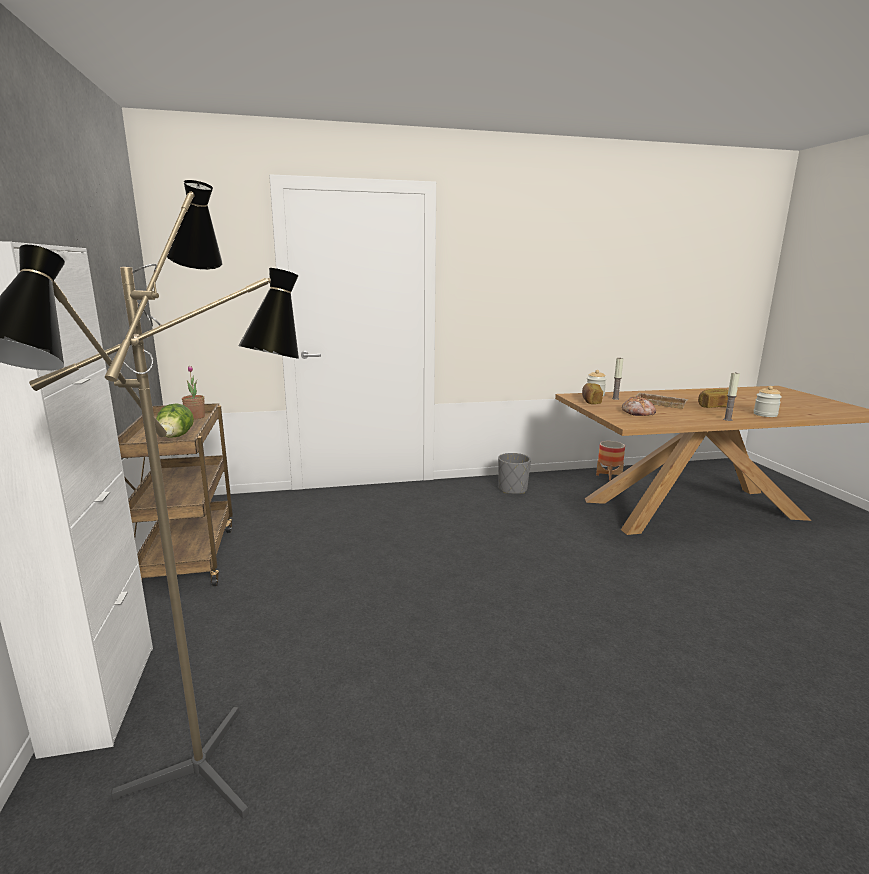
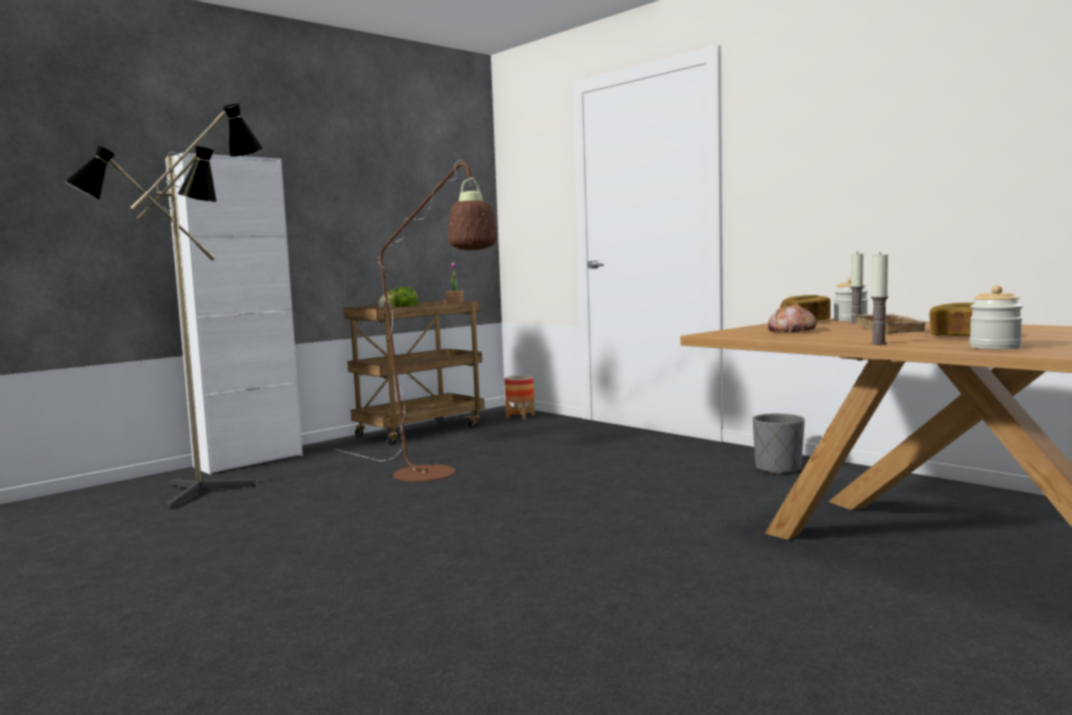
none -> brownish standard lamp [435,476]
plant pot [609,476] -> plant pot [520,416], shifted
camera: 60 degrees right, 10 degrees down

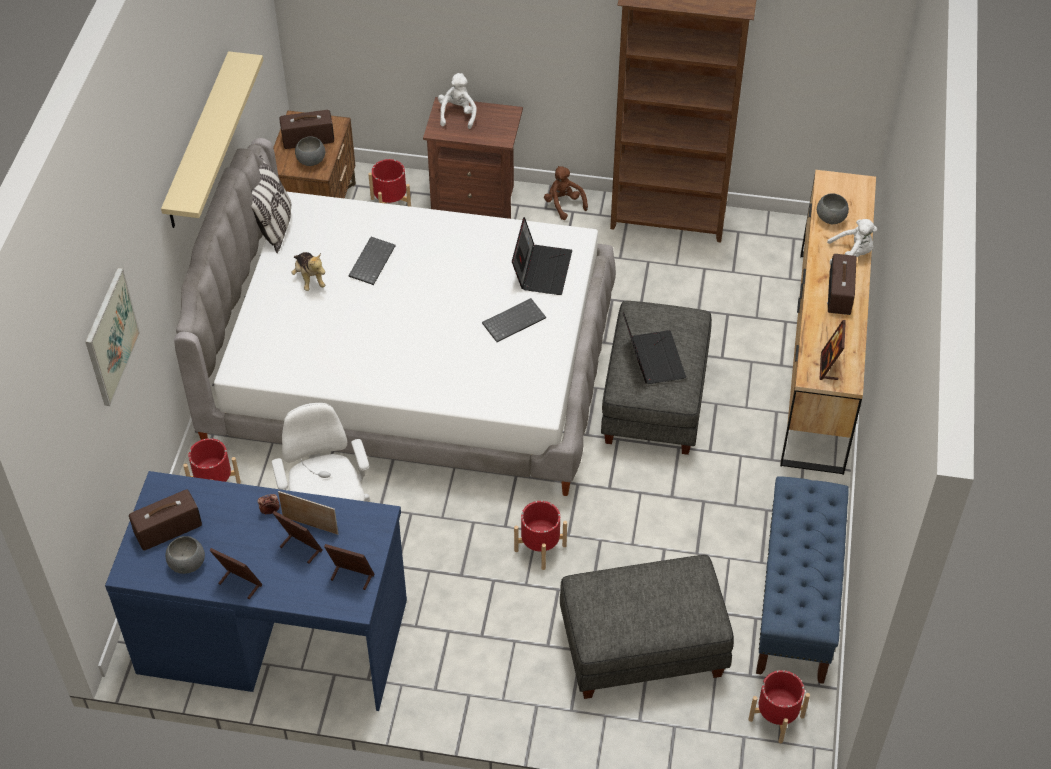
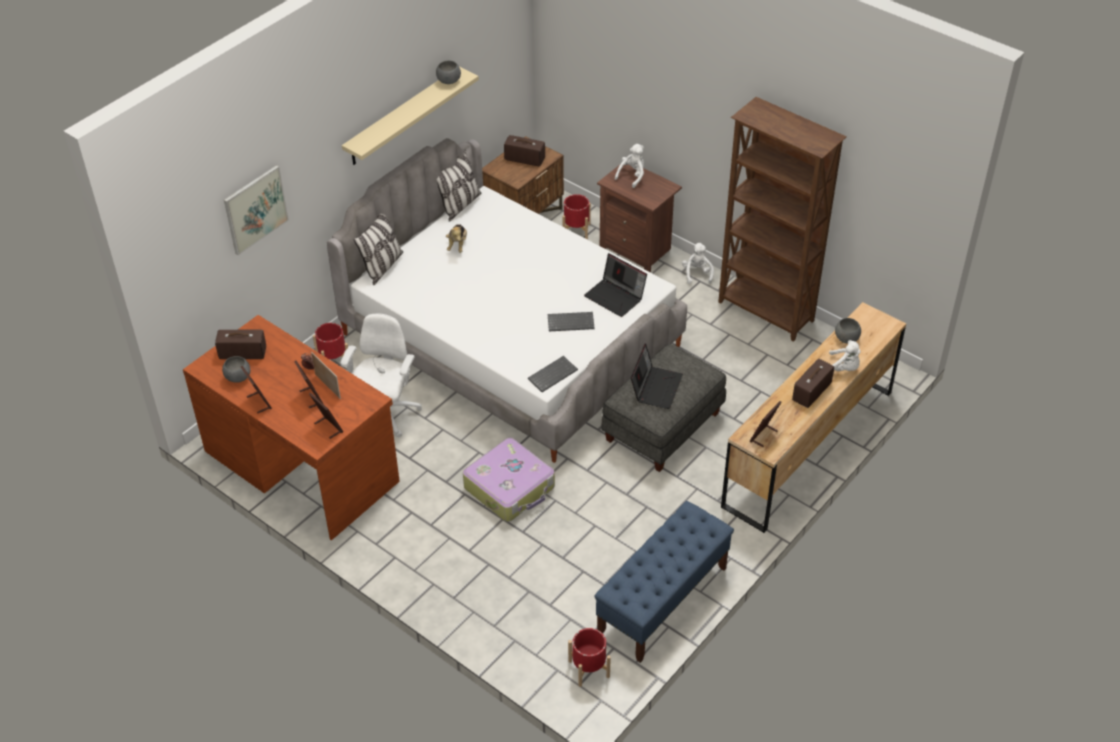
bluish desk unit [273,634] -> brownish desk unit [302,465]
none -> pillow [382,267]
greyish bowl [311,161] -> greyish bowl [448,81], shifted
red plant pot [540,548] -> travel case [510,487]
PC keyboard [371,261] -> PC keyboard [552,374], shifted
laptop [541,269] -> laptop [616,297], 90 degrees clockwise
brownish cuddly toy [563,204] -> whitish cuddly toy [697,274]
greyish footrest [642,649] -> none
camera: 30 degrees right, 5 degrees down

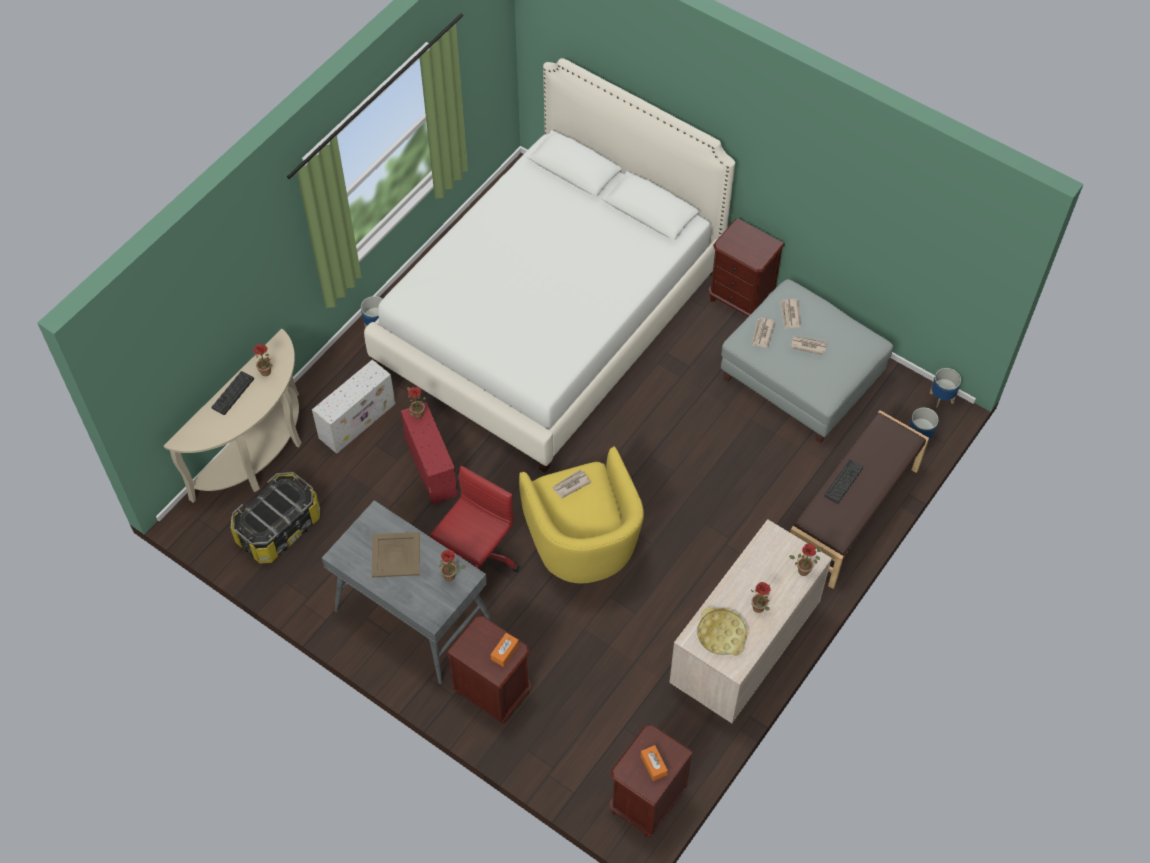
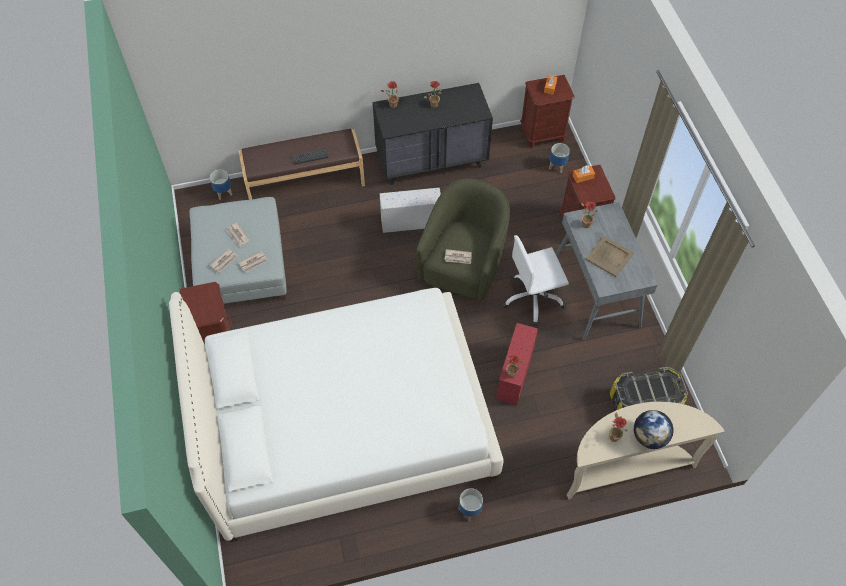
sand-coloured dresser [743,651] -> black dresser [432,161]
whitish storage box [358,420] -> whitish storage box [410,222], shifted
yellow easy chair [583,544] -> green-coloured easy chair [463,265]
red computer chair [476,560] -> whitish computer chair [533,299]
plant pot [941,398] -> plant pot [557,166], shifted
PC keyboard [233,393] -> world globe [649,437]
yellow carrying tray [721,634] -> none
camera: 140 degrees left, 0 degrees up

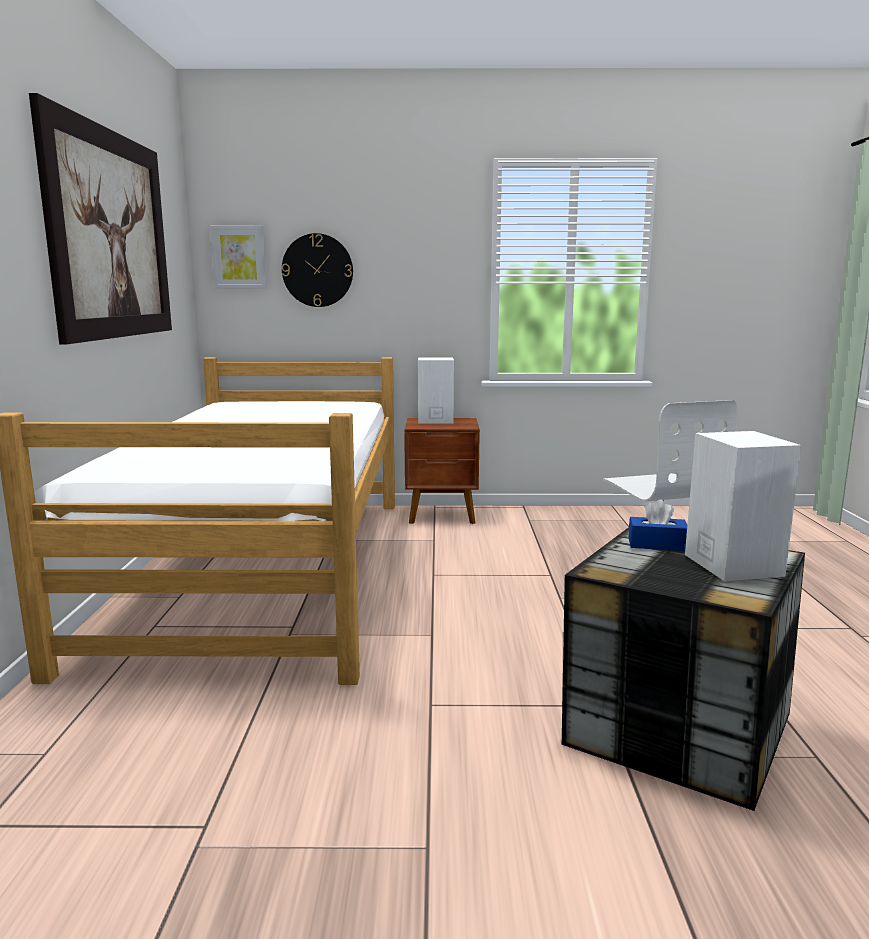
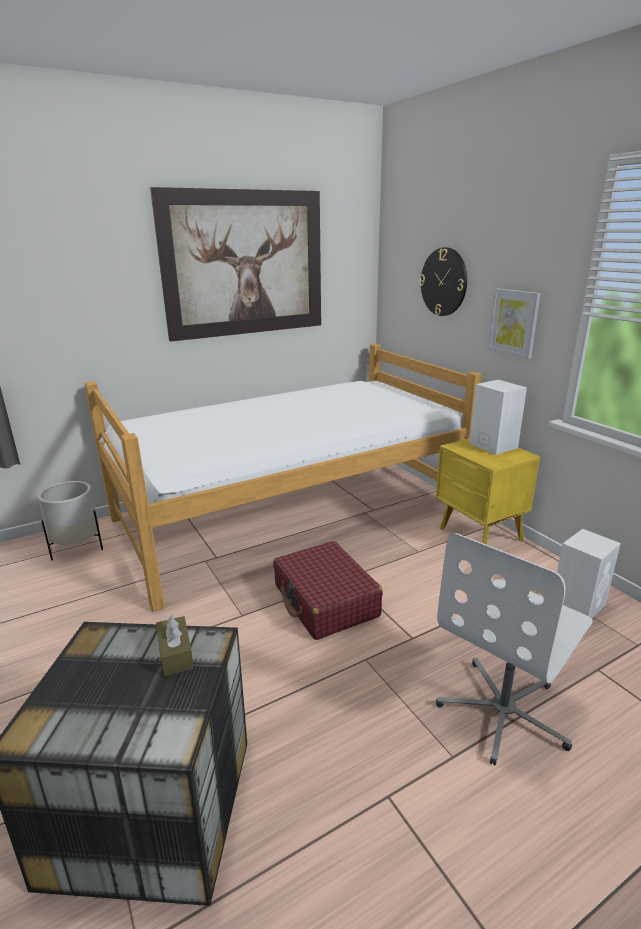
none -> whitish plant pot [77,548]
bluish tissue box [657,544] -> brownish tissue box [175,654]
none -> red travel case [325,601]
brownish bedside table [443,515] -> yellow bedside table [480,535]
wall picture [239,257] -> wall picture [514,322], shifted
whitish speaker [731,564] -> whitish speaker [578,604], shifted
camera: 60 degrees right, 10 degrees up

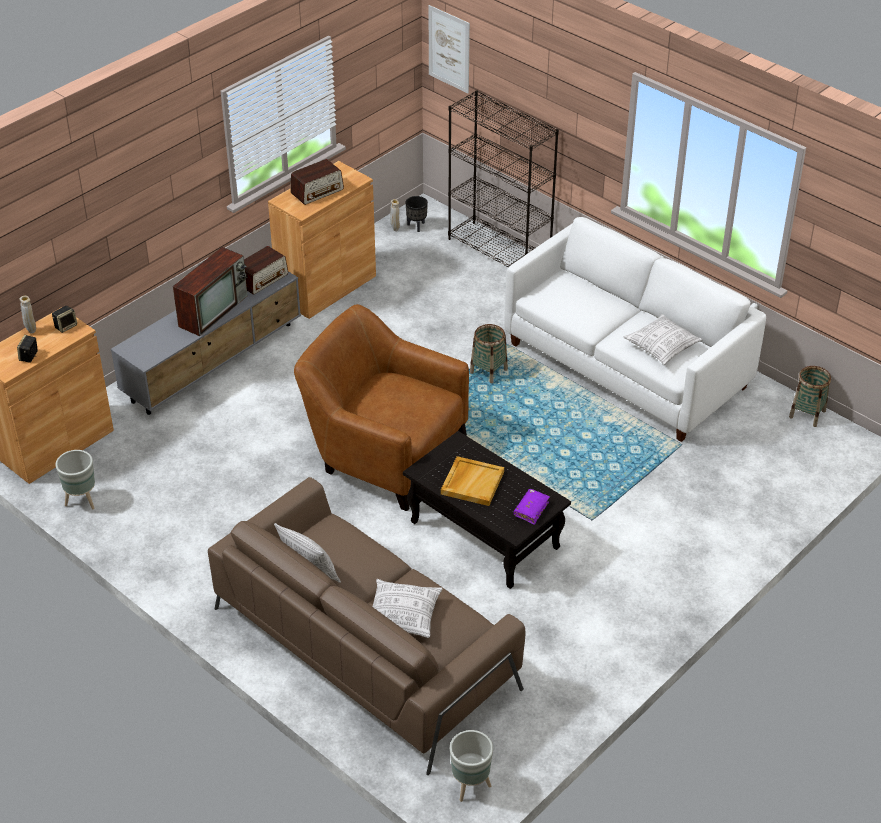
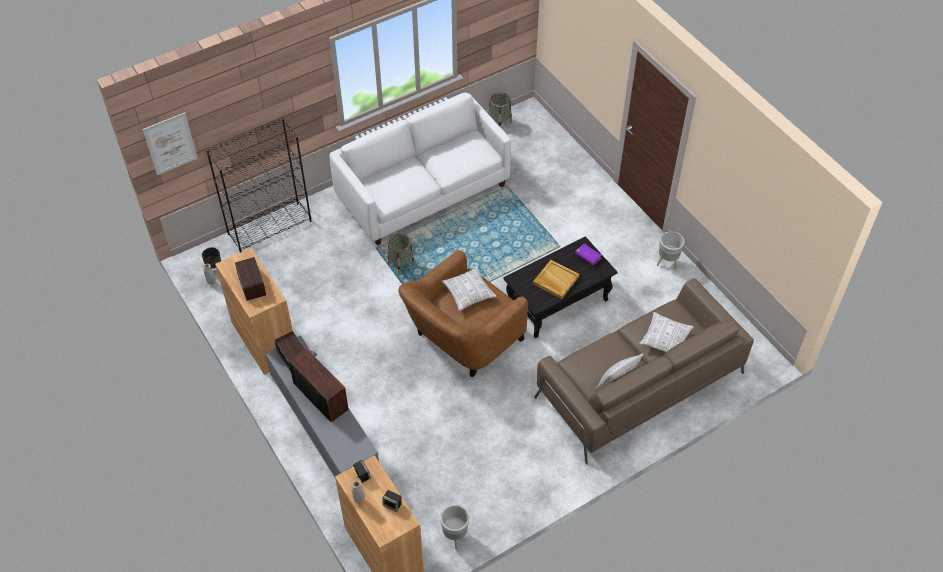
pillow [662,346] -> pillow [468,293], shifted
greyish plant pot [469,786] -> greyish plant pot [667,263], shifted
camera: 75 degrees left, 10 degrees up

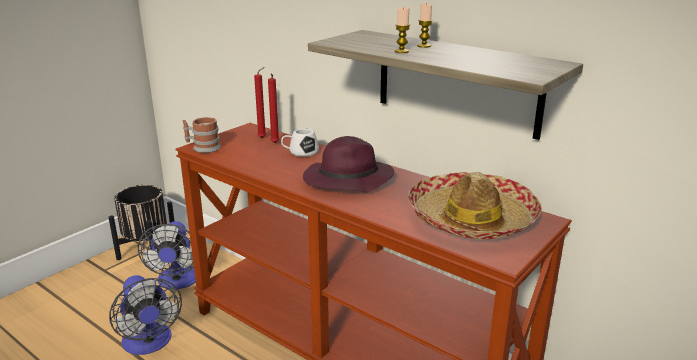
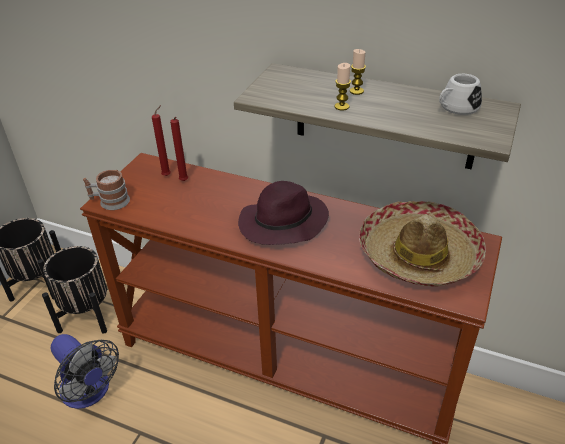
cooling fan [177,282] -> black plant pot [88,314]
whitish tea mug [300,152] -> whitish tea mug [455,108], shifted
camera: 15 degrees left, 15 degrees up

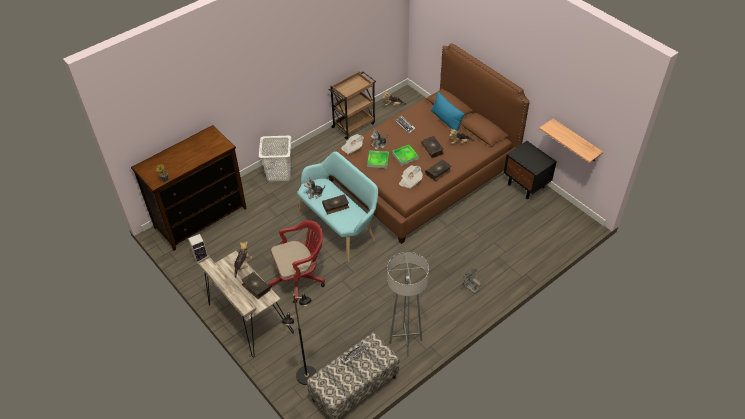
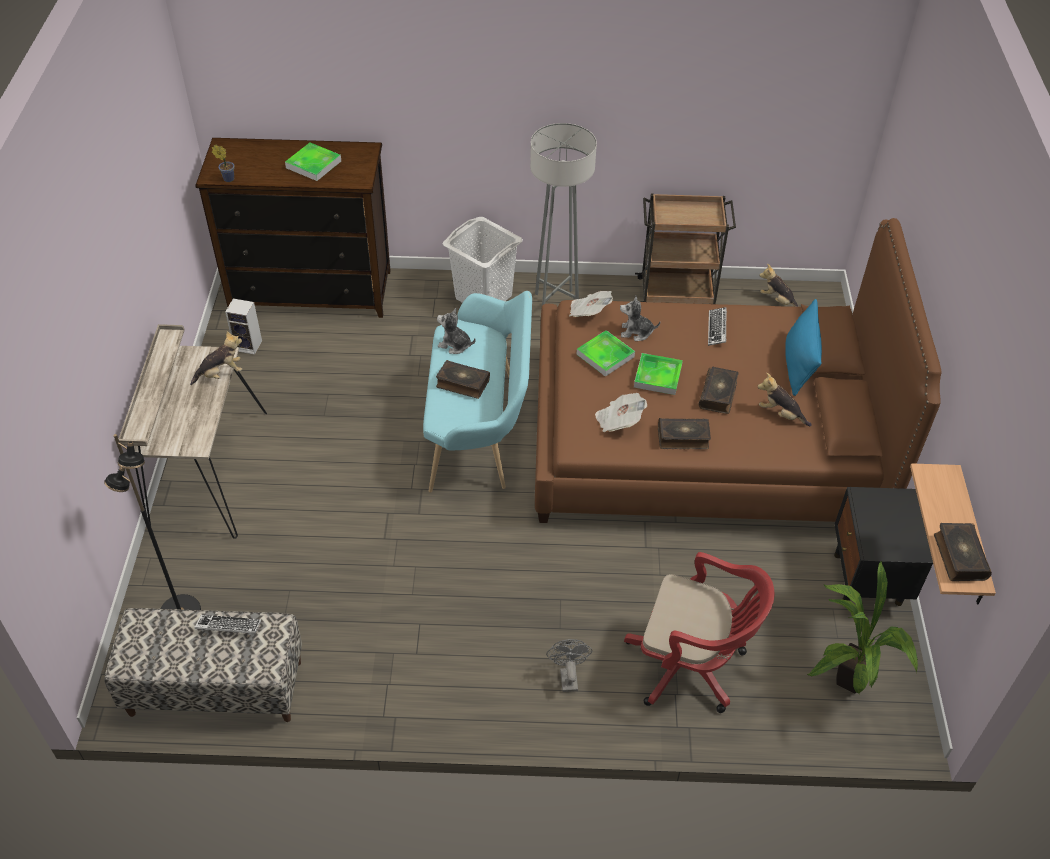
none -> carrying tray [313,164]
greyish standard lamp [405,342] -> greyish standard lamp [556,304], shifted
red computer chair [300,278] -> red computer chair [691,666], shifted
none -> houseplant [846,686]
bound book [256,287] -> bound book [959,557], shifted
camera: 40 degrees right, 0 degrees up

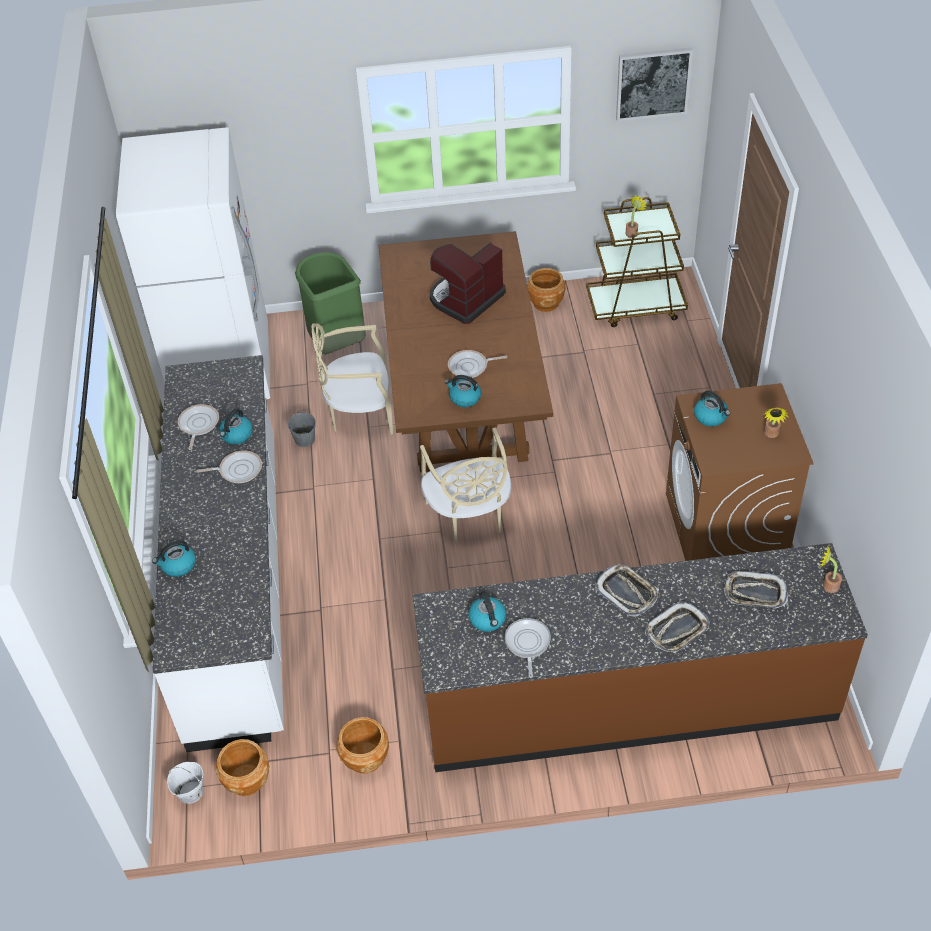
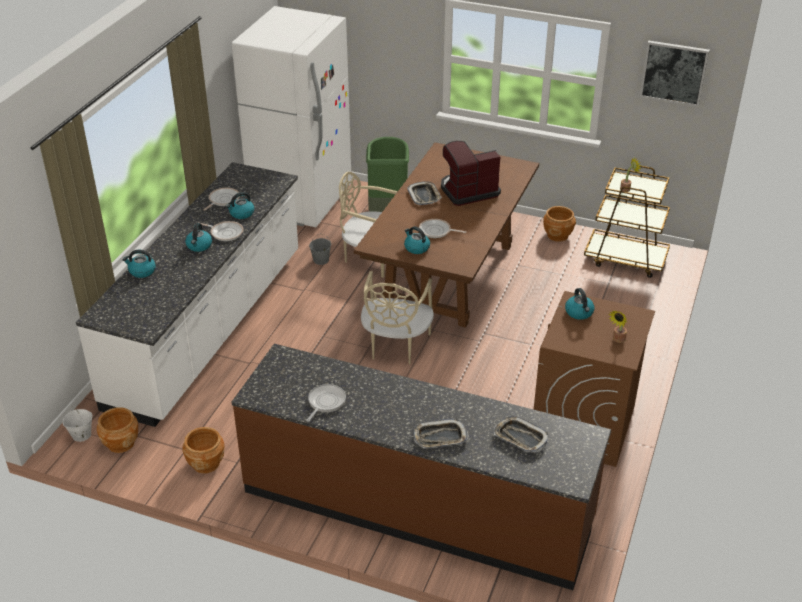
tea kettle [488,619] -> tea kettle [199,246], shifted
carrying tray [627,592] -> carrying tray [424,196], shifted
houseplant [827,585] -> none
camera: 25 degrees right, 10 degrees down

